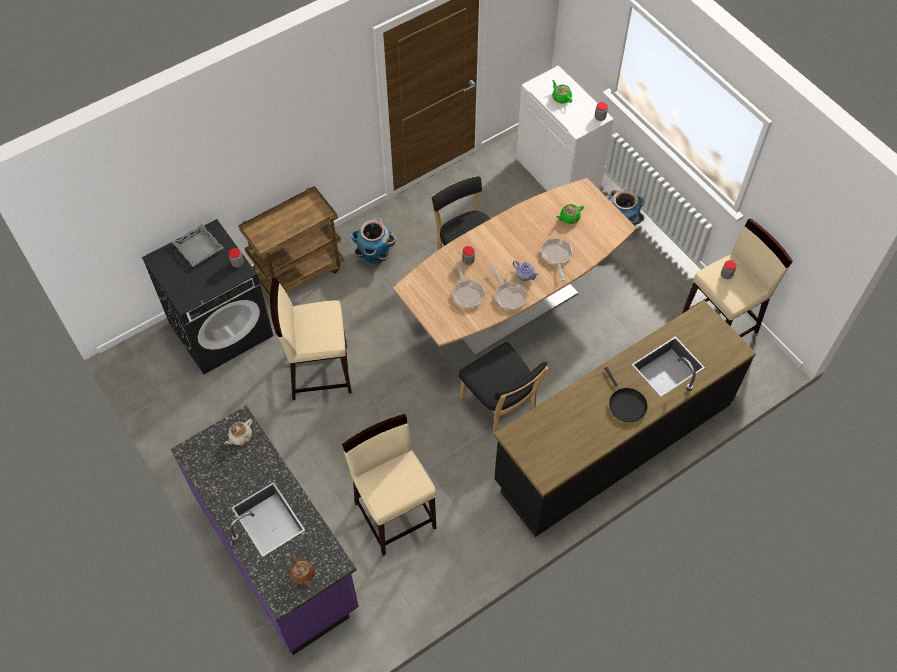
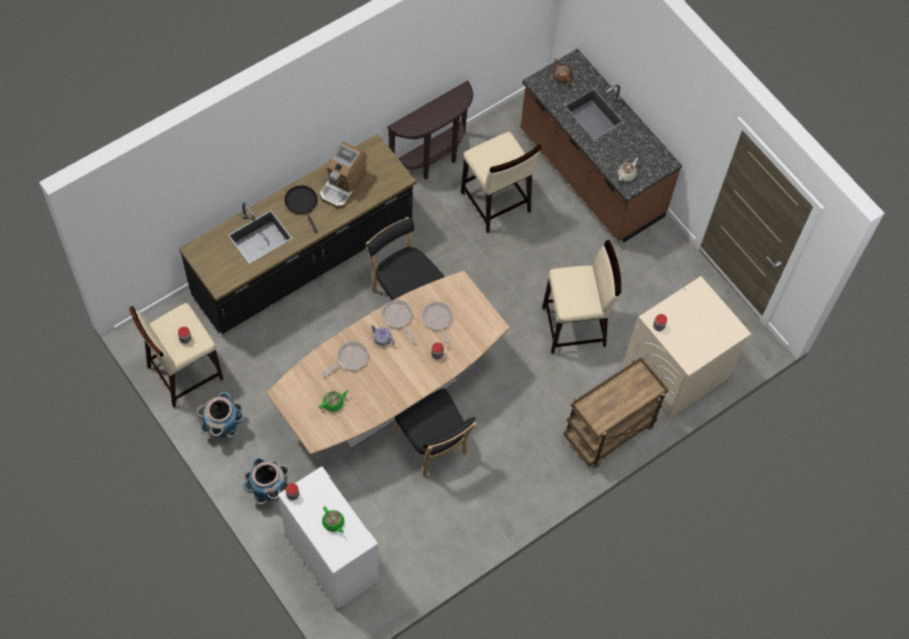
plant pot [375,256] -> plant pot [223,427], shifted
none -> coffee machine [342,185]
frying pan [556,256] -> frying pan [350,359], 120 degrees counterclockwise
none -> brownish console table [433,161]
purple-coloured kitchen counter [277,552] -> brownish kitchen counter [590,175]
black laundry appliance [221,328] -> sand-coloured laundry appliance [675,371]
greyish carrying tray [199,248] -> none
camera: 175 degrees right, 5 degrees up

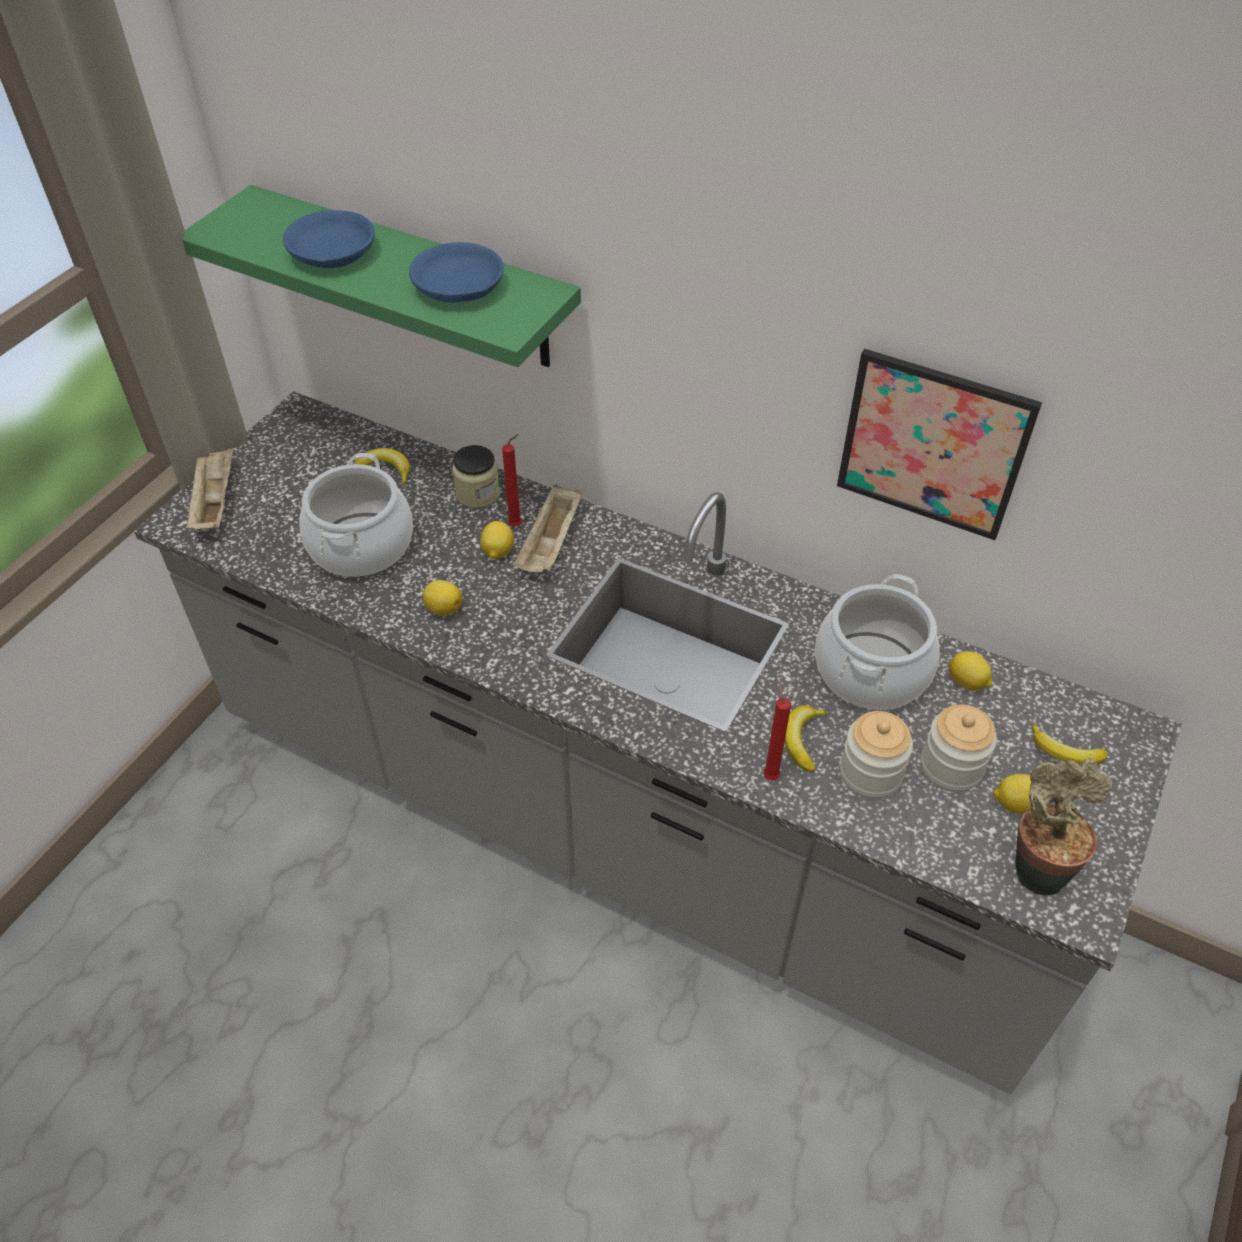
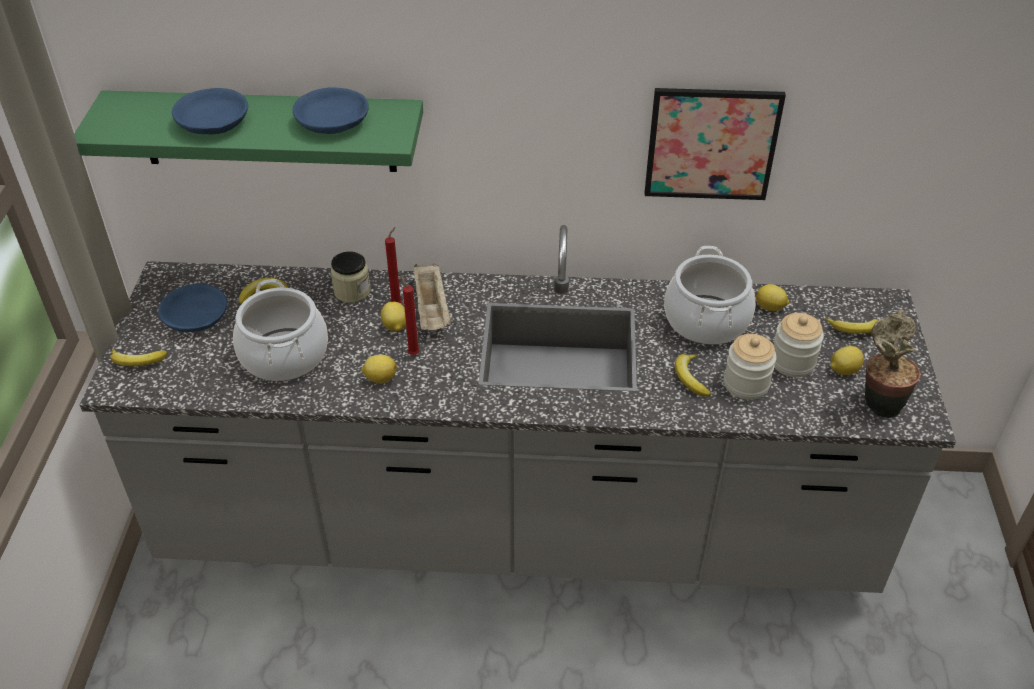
sand-coloured carrying tray [215,502] -> whole banana [137,362]
none -> bluish bowl [196,318]
red wax candle [770,774] -> red wax candle [412,353], shifted
camera: 25 degrees left, 5 degrees down

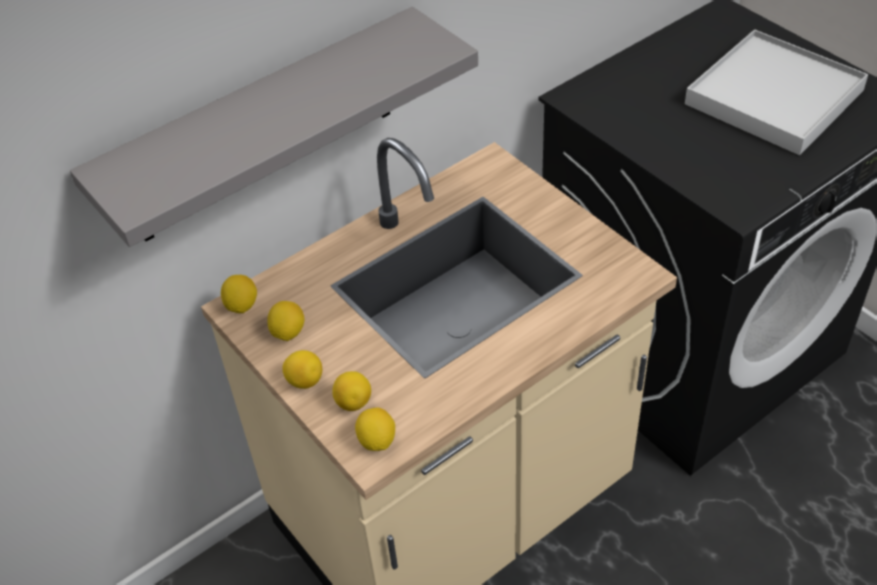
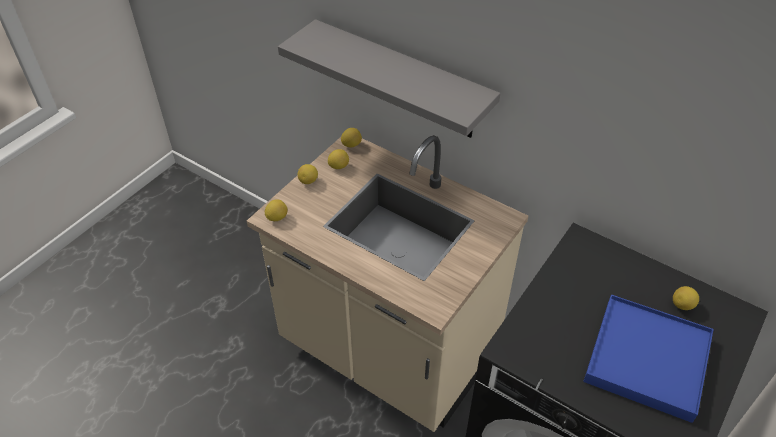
whitish carrying tray [774,97] -> bluish carrying tray [646,359]
citrus fruit [353,402] -> citrus fruit [682,305], shifted
camera: 70 degrees right, 0 degrees up

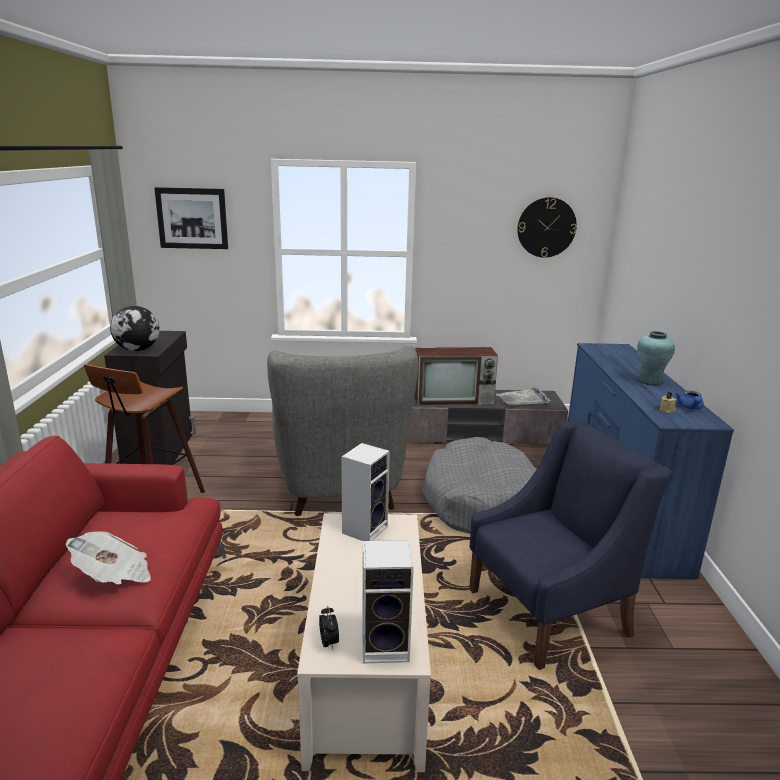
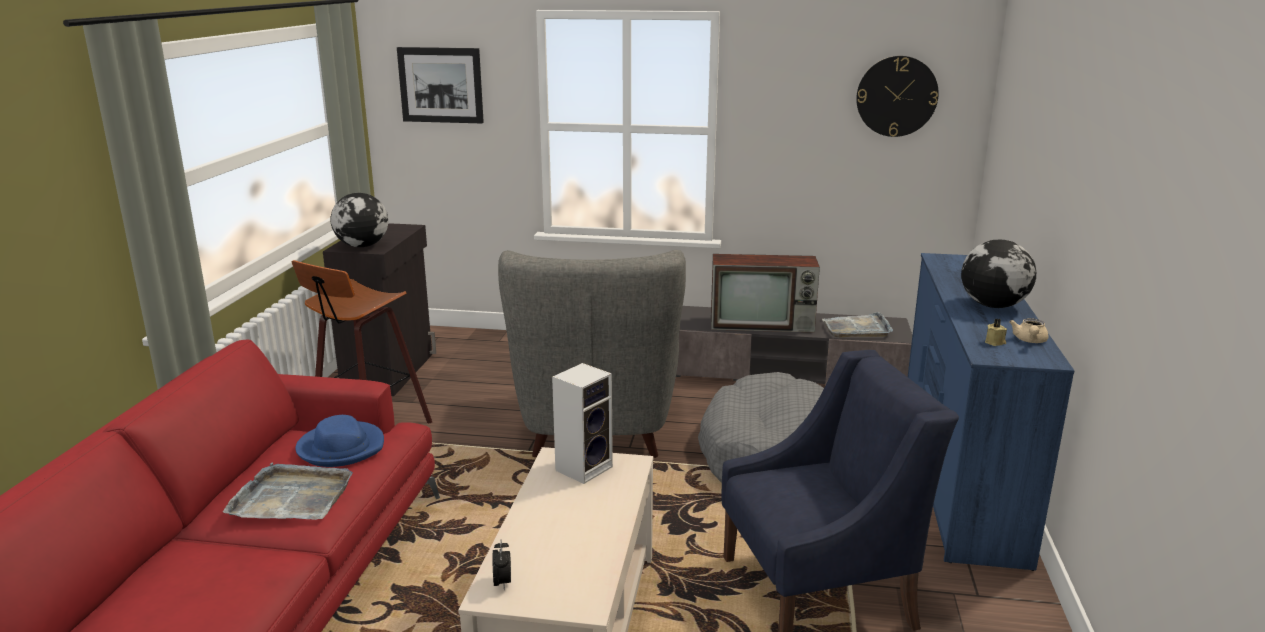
daily paper [114,575] -> greyish carrying tray [292,497]
none -> bluish hat [341,447]
turquoise decorative vase [650,381] -> world globe [994,306]
bluish teapot [690,407] -> sand-coloured teapot [1029,341]
speaker [387,646] -> none
camera: 10 degrees right, 0 degrees up

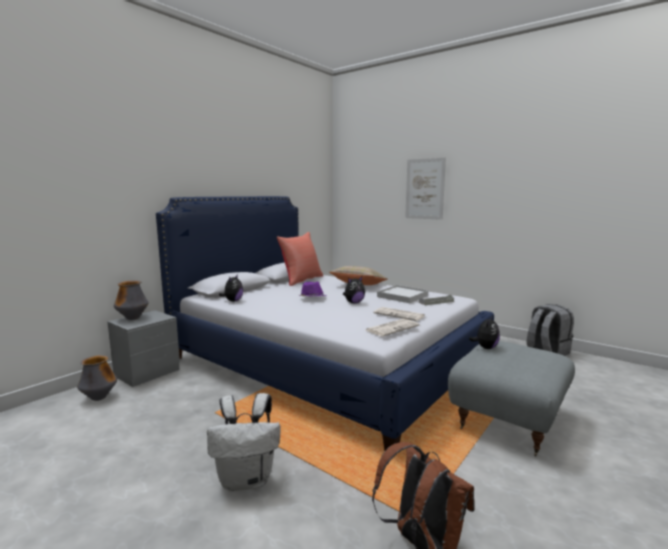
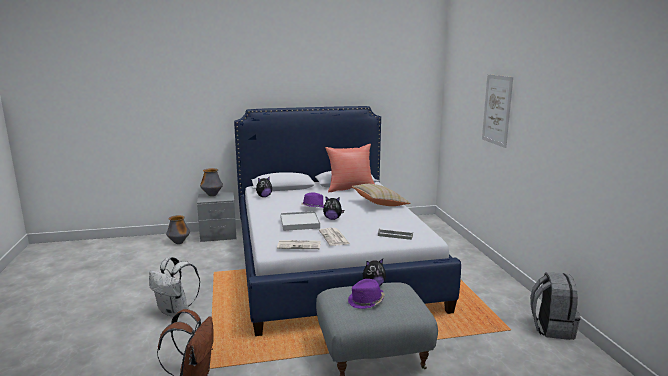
whitish carrying tray [402,296] -> whitish carrying tray [300,223], shifted
none -> purple-coloured hat [366,301]
camera: 40 degrees right, 5 degrees up

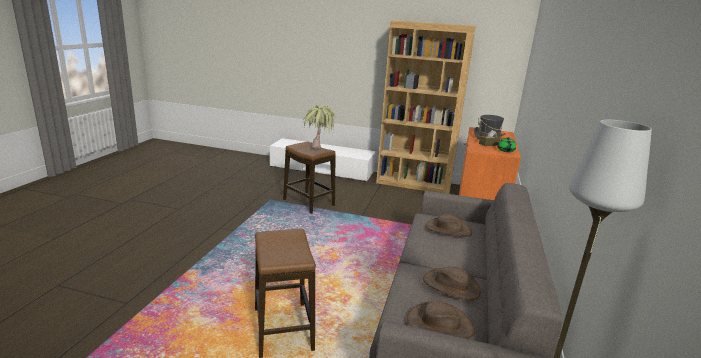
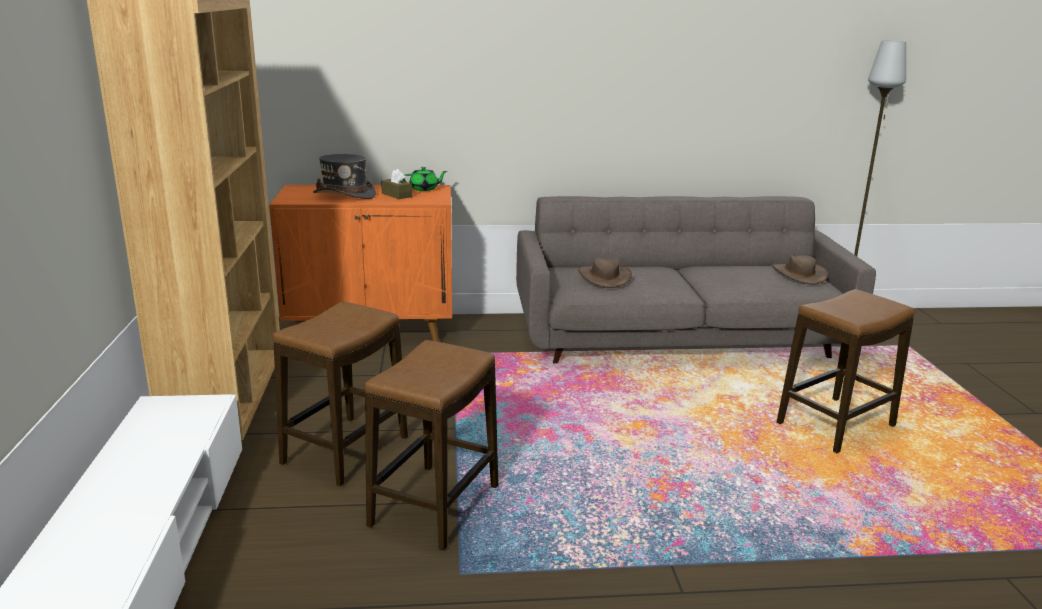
none -> stool [345,450]
houseplant [318,152] -> none
brownish hat [451,285] -> none
camera: 110 degrees left, 0 degrees up

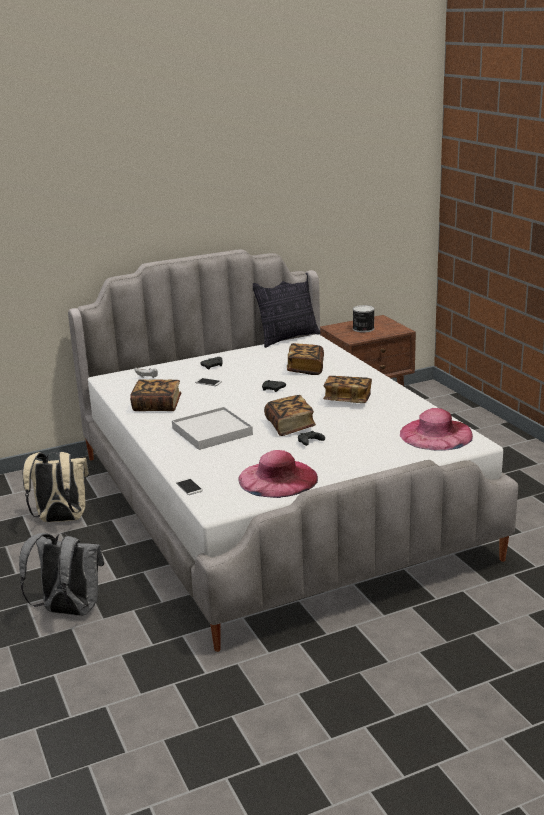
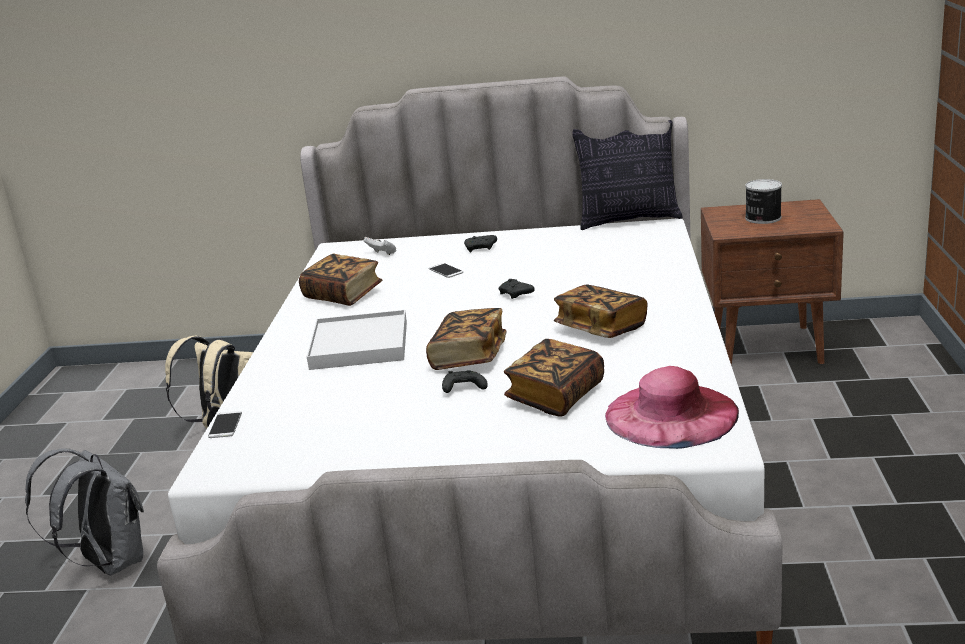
bound book [305,368] -> bound book [555,396], shifted
pinkish hat [278,478] -> none
camera: 30 degrees right, 0 degrees up

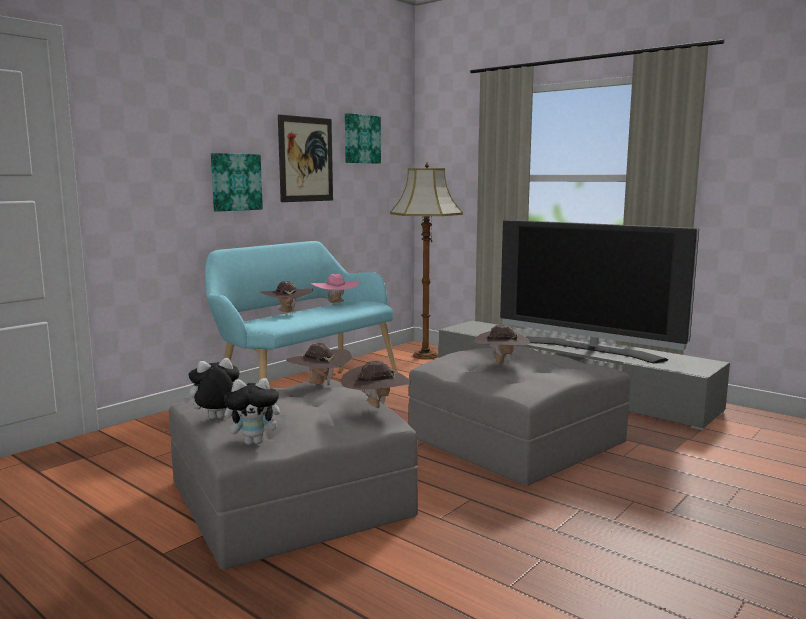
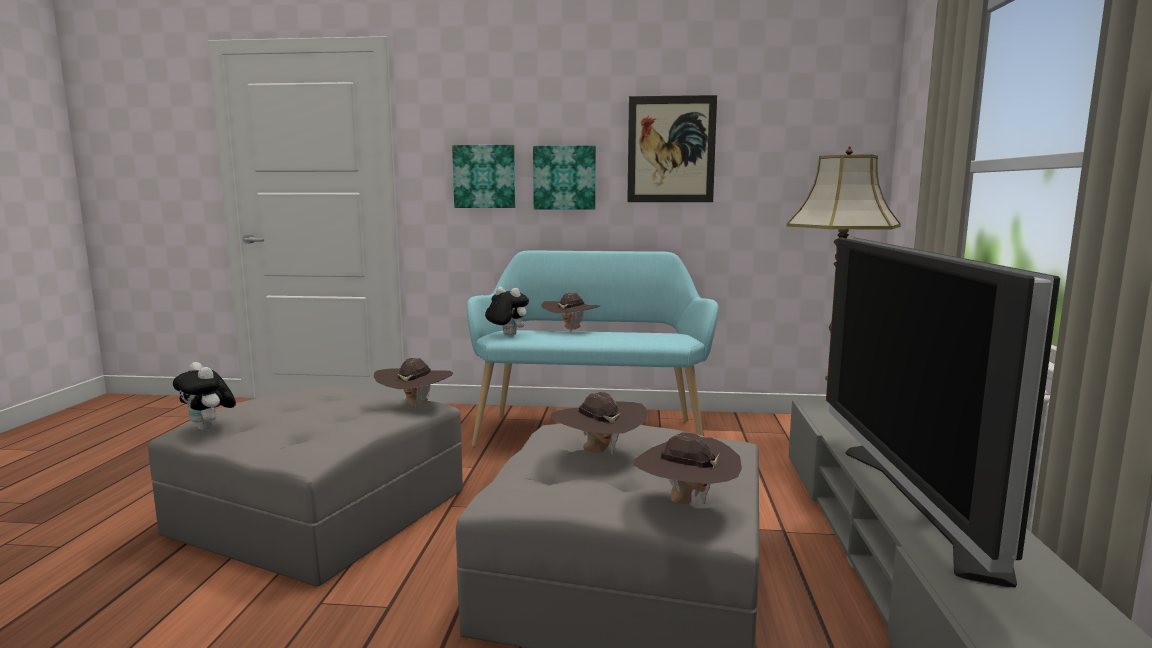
wall picture [361,139] -> wall picture [484,176], shifted
cuddly toy [215,419] -> cuddly toy [507,335], shifted
brownish hat [375,408] -> brownish hat [685,503], shifted
pinkish hat [336,303] -> none
camera: 55 degrees right, 0 degrees up

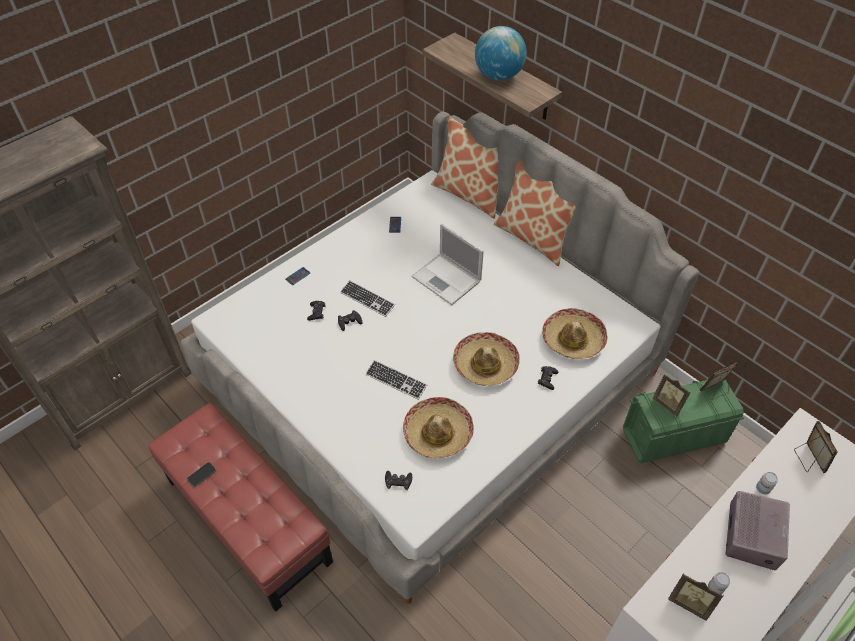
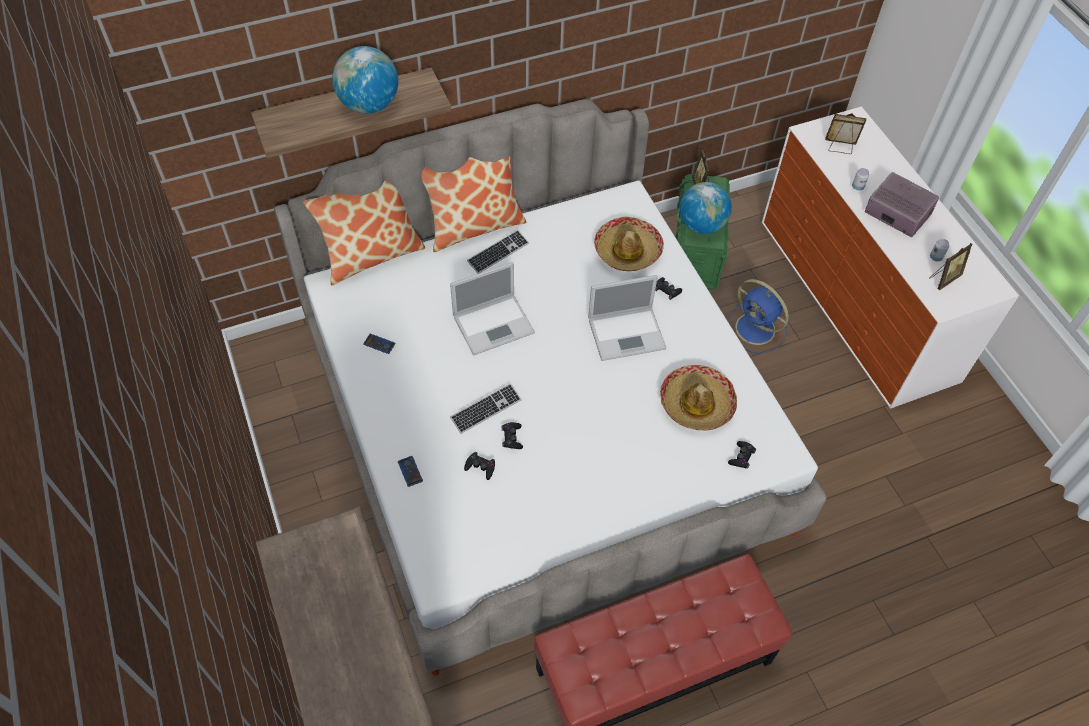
PC keyboard [396,380] -> PC keyboard [498,253], shifted
hat [485,364] -> laptop [628,333]
picture frame [668,404] -> world globe [701,225]
none -> bluish cooling fan [756,330]
phone [201,475] -> none
camera: 70 degrees left, 5 degrees up

